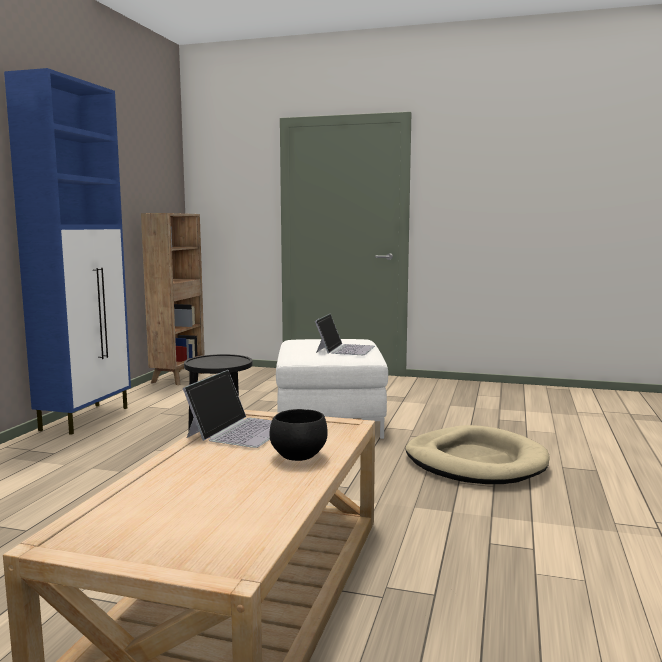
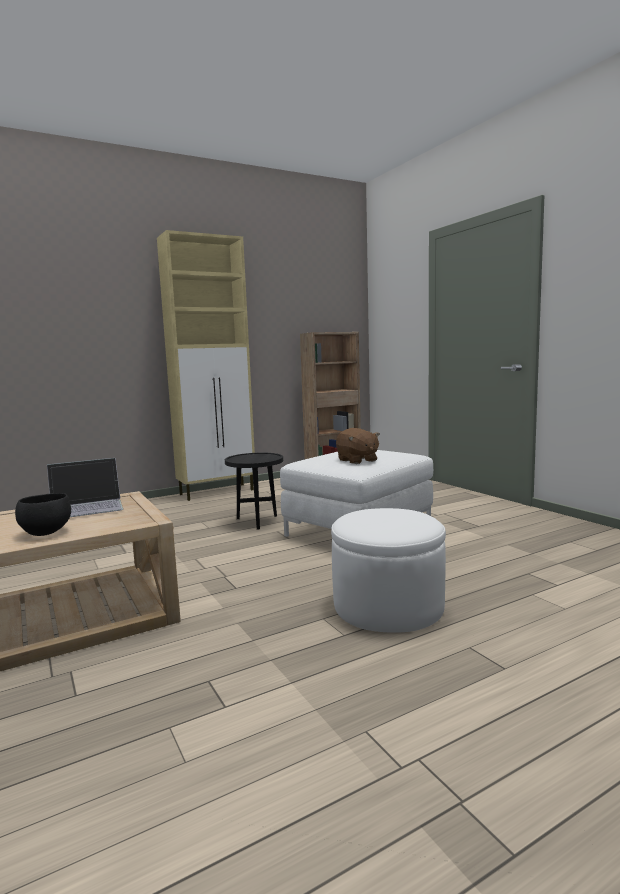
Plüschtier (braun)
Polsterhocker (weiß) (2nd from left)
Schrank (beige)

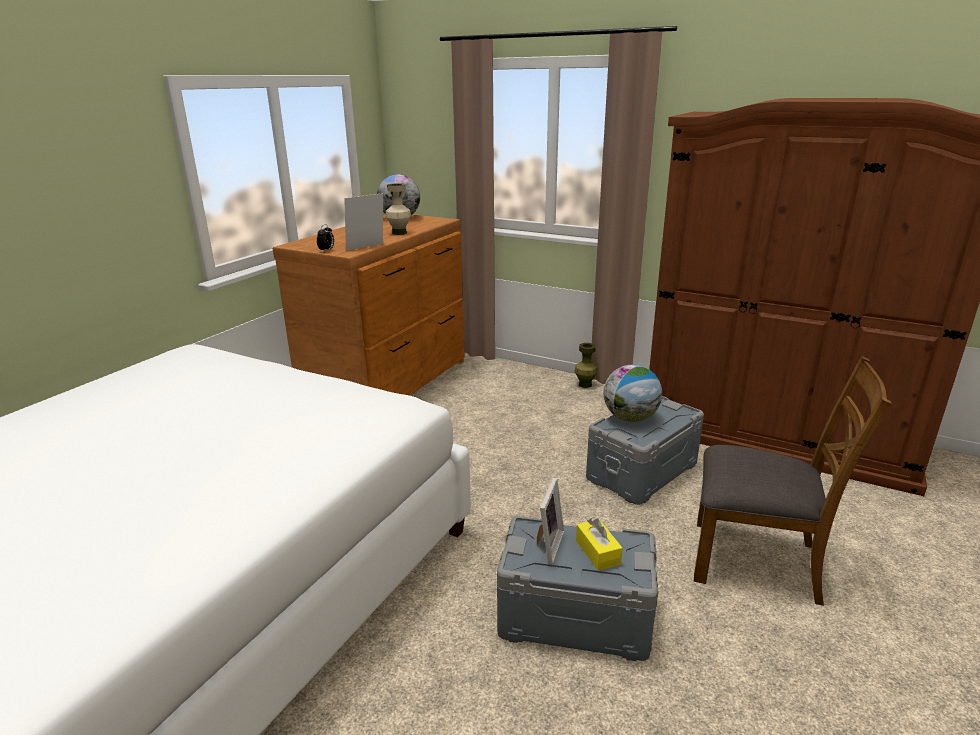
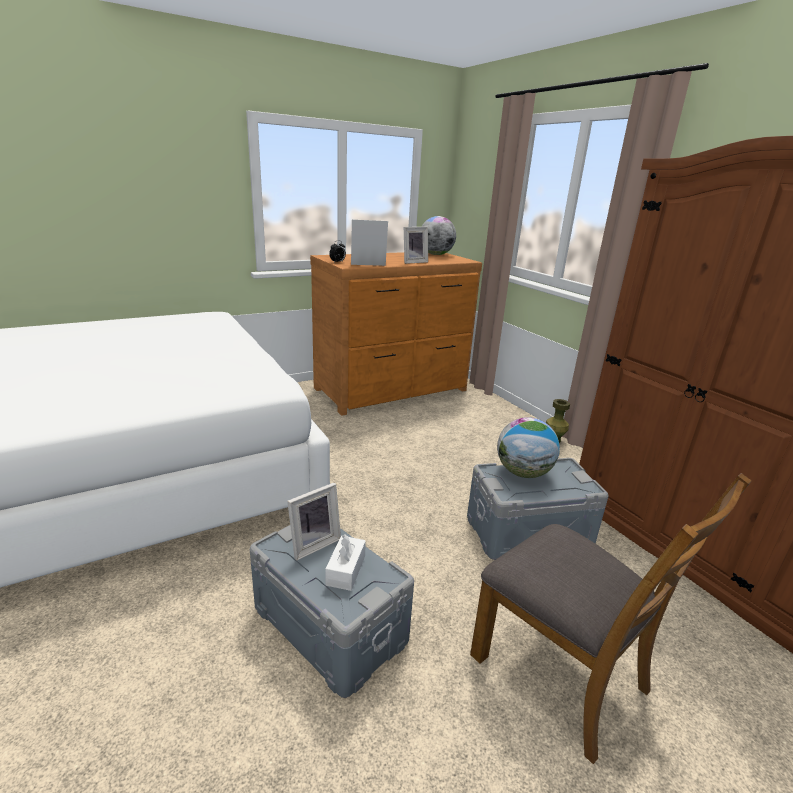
Bilderrahmen (3rd from left)
Taschentuchbox (weiß)

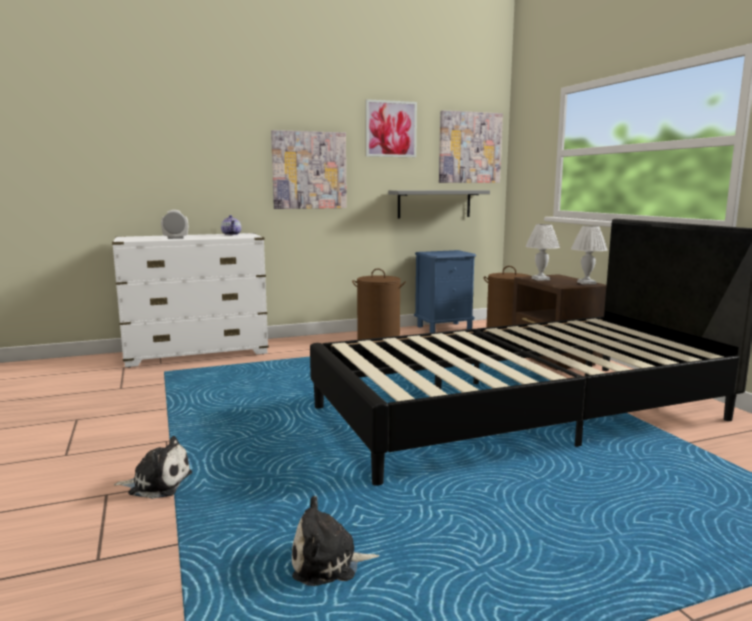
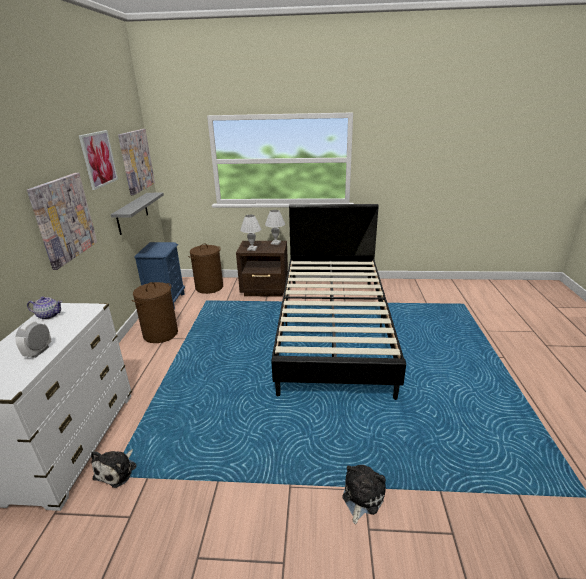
Plüschtier (1st from left)

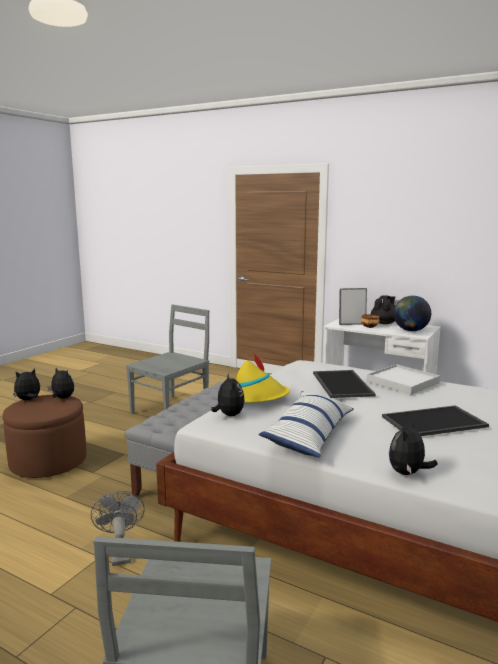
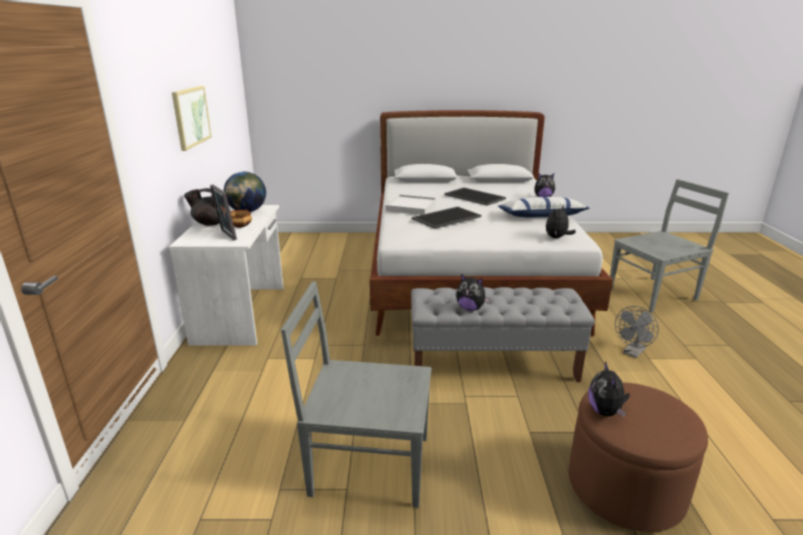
Hut (gelb)
Bild
Plüschtier (1st from left)

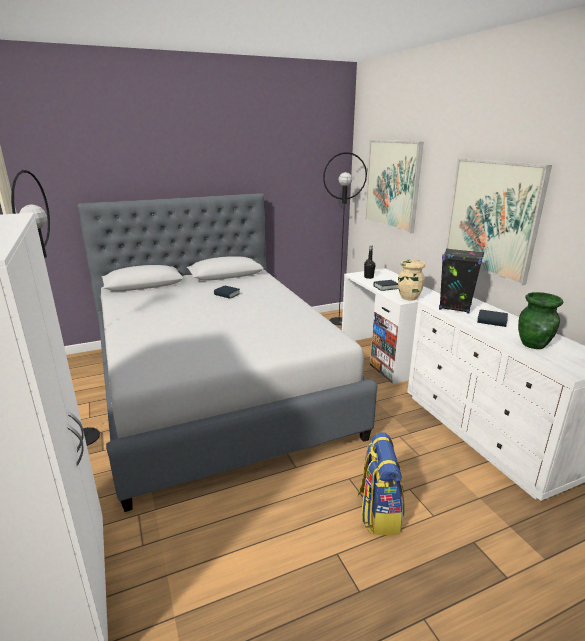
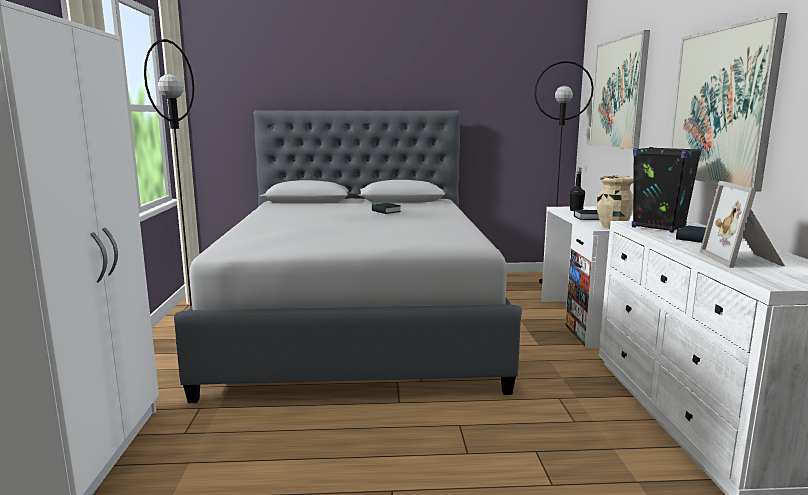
Rucksack
Bilderrahmen

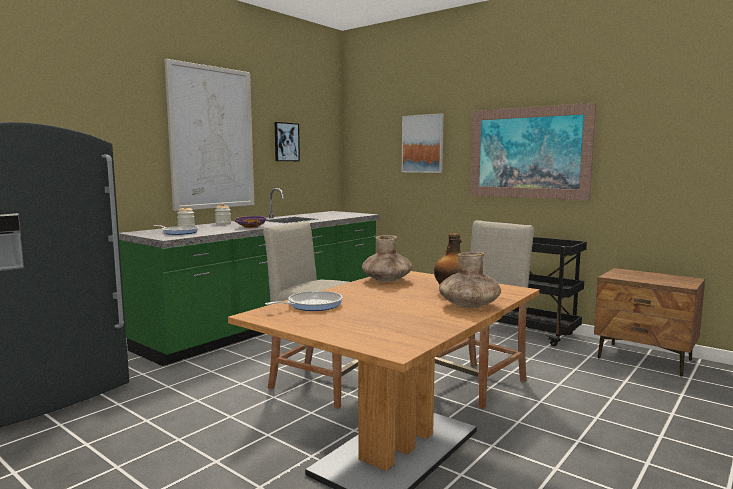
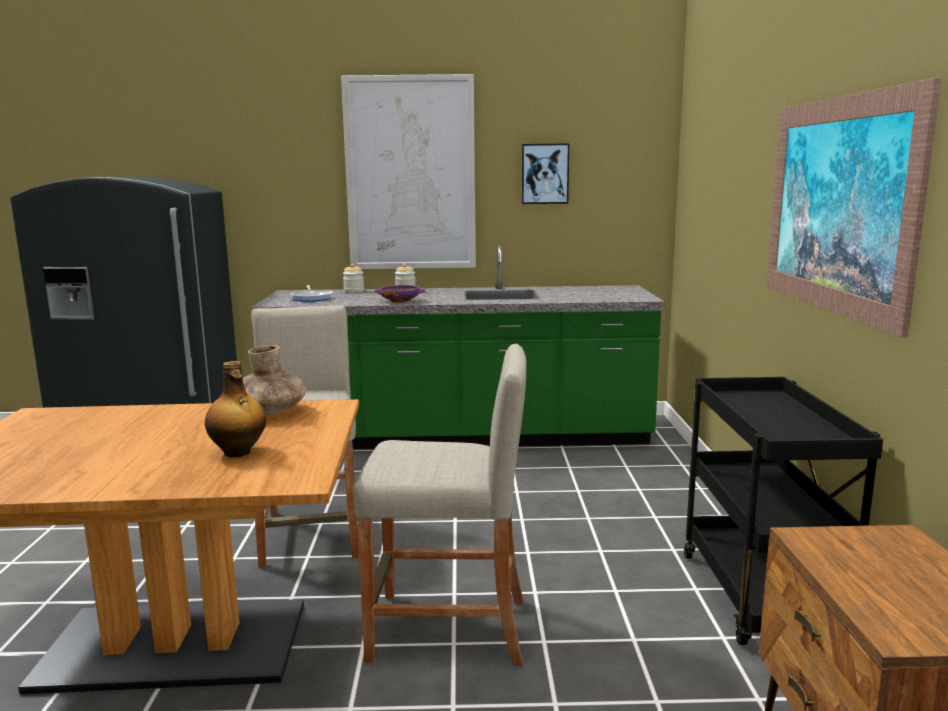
Pfanne (2nd from left in the first image)
Bild (3rd from left in the first image)
Vase (braun) (2nd from left in the first image)

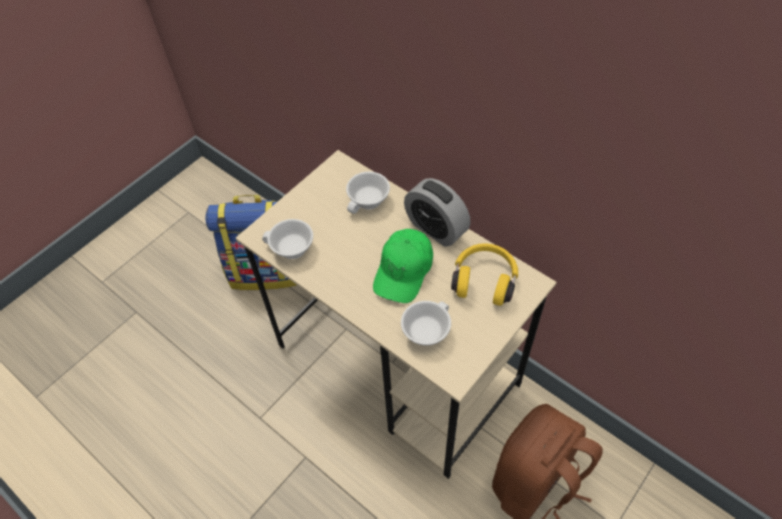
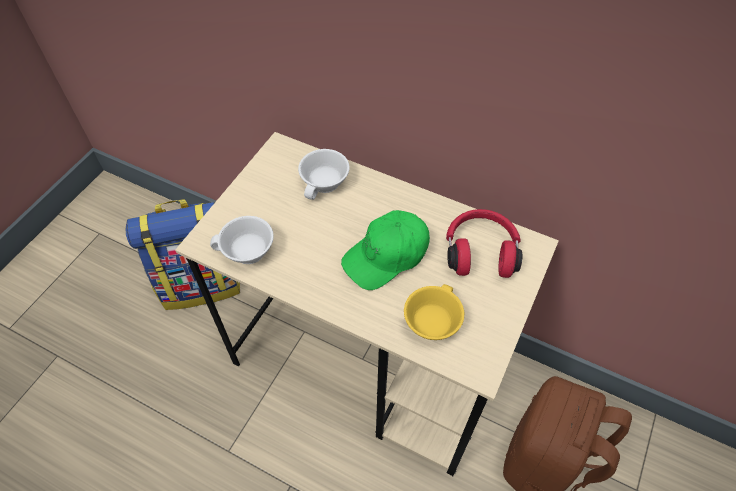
Wecker
Tasse (gelb)
Kopfhörer (rot)
Kappe (grün)

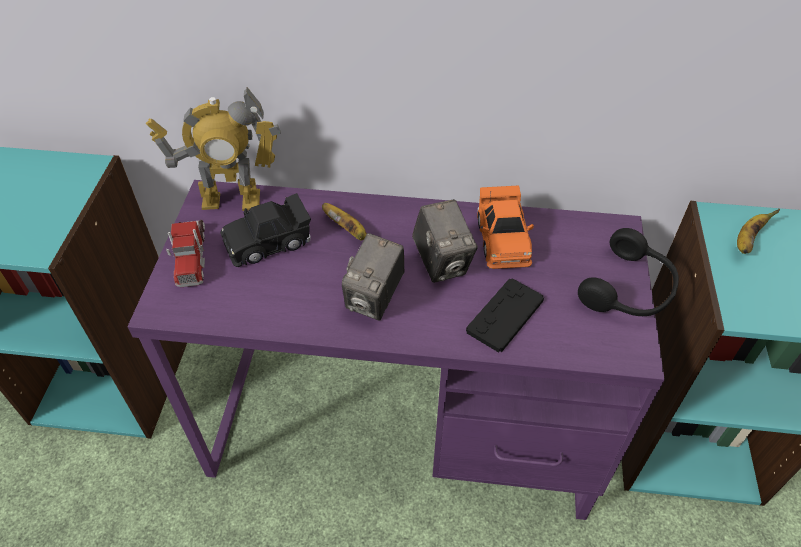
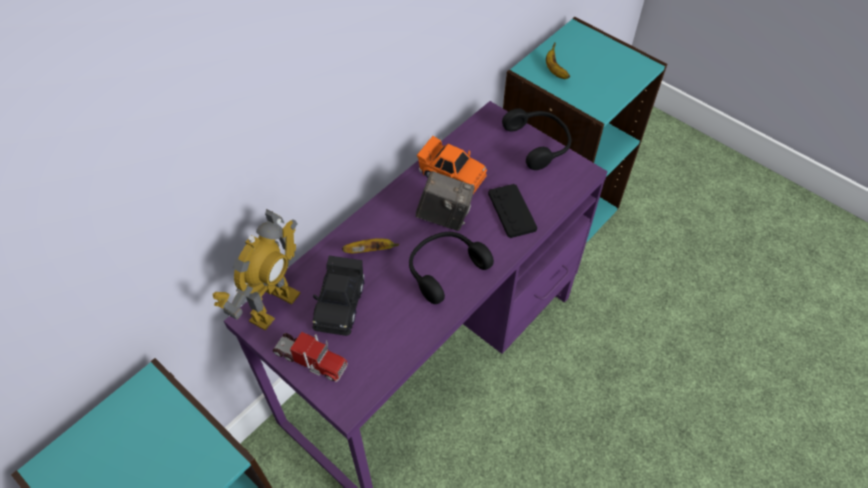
Kopfhörer (schwarz) (1st from left)

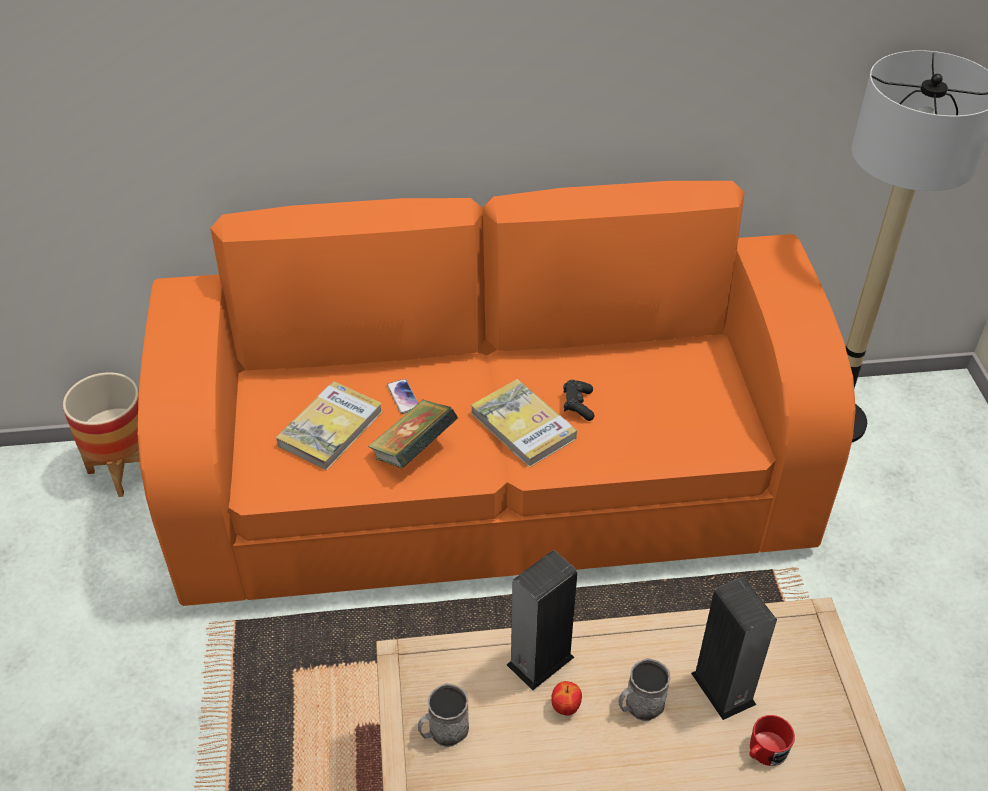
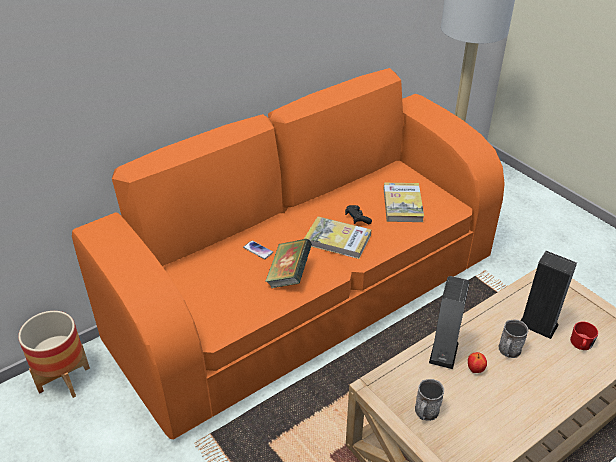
Buch (3rd from left)

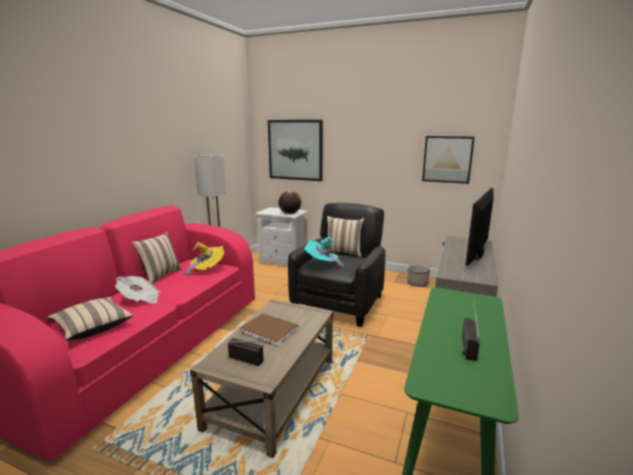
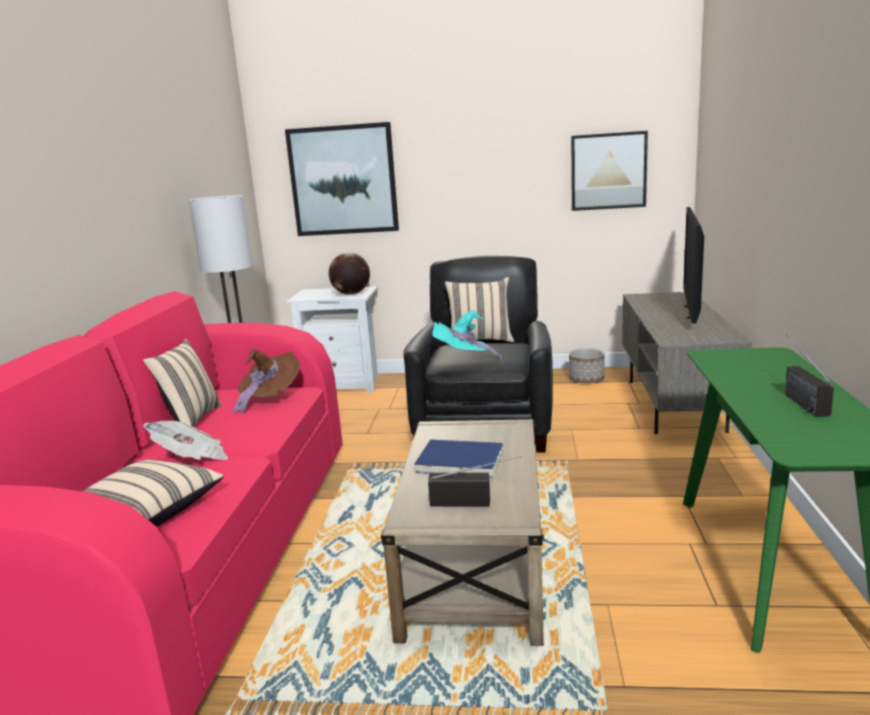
Hut (braun)
Buch (blau)

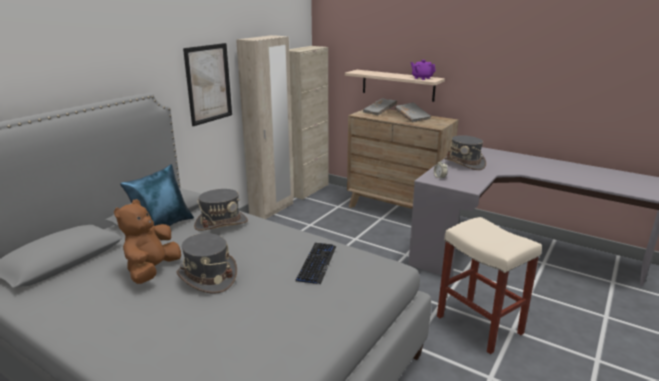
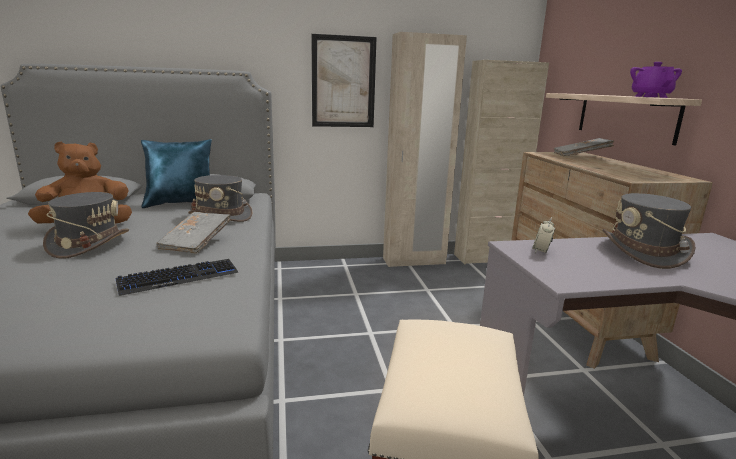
Buch (grau) (1st from left)

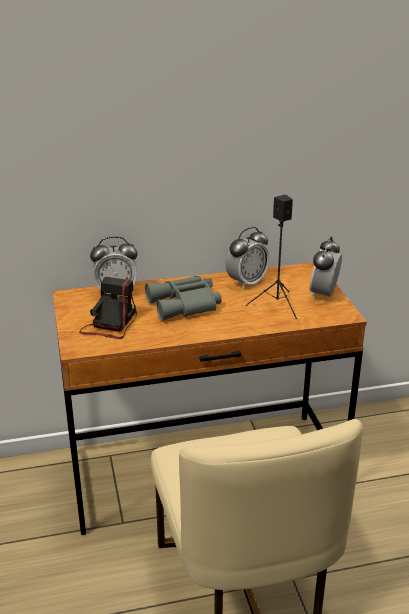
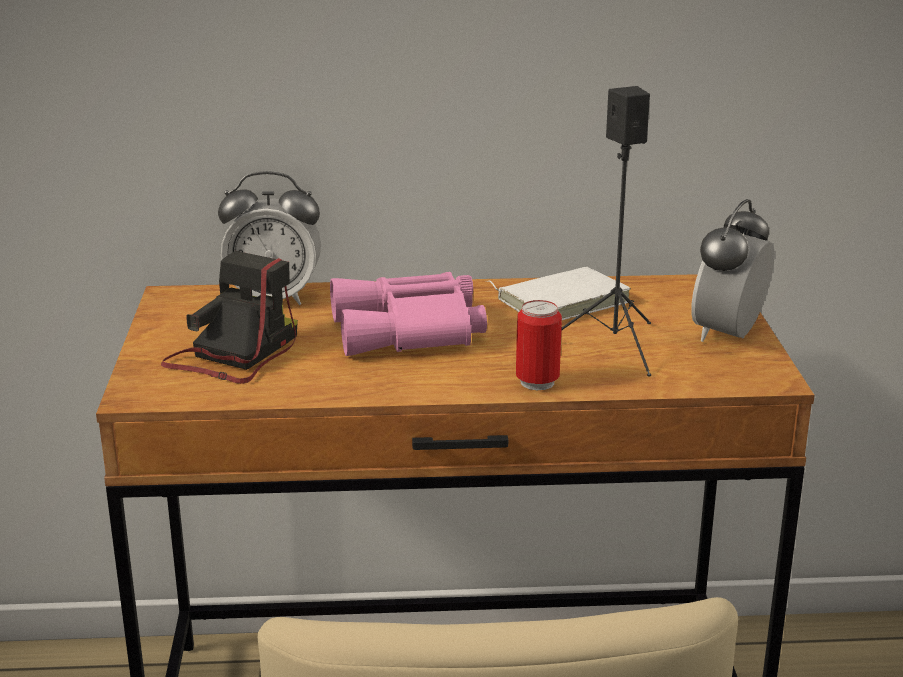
Dose
Buch (weiß)
Fernglas (rosa)

